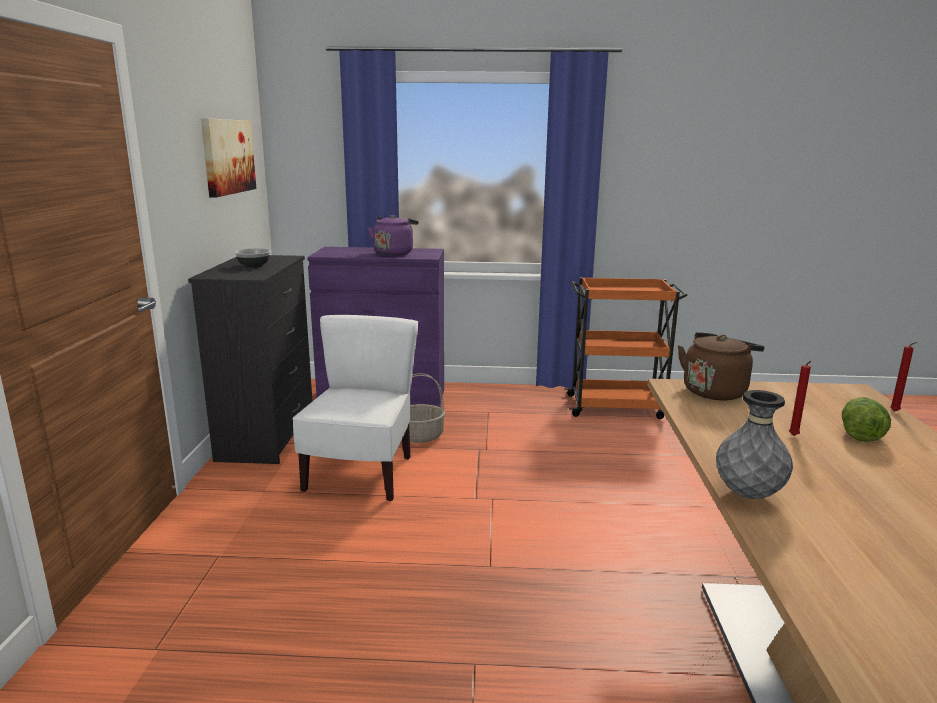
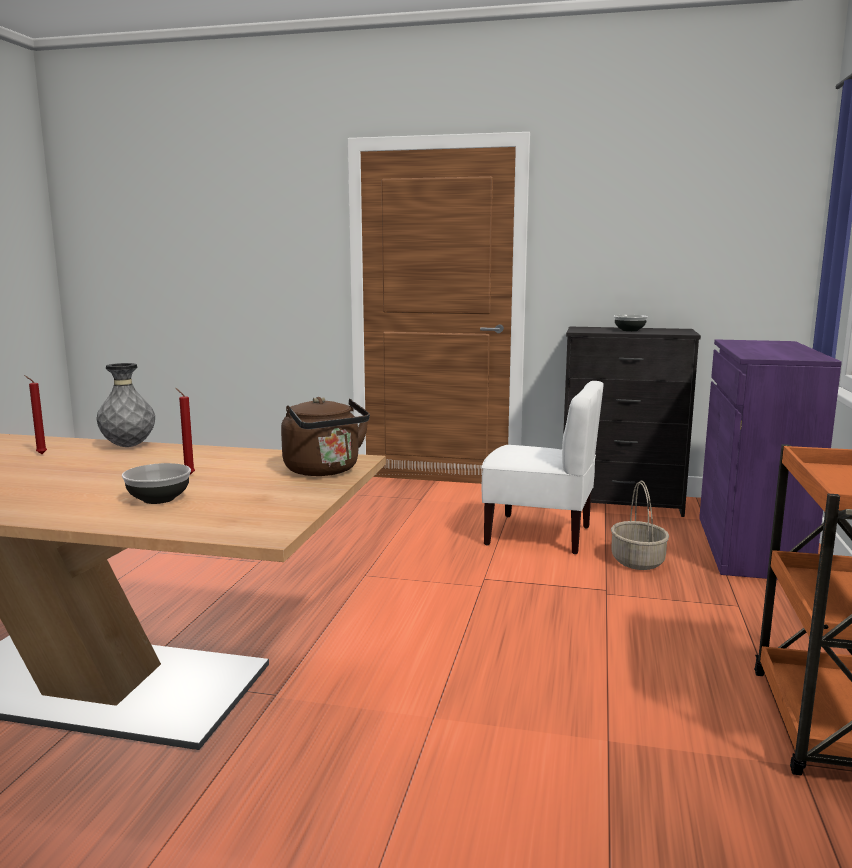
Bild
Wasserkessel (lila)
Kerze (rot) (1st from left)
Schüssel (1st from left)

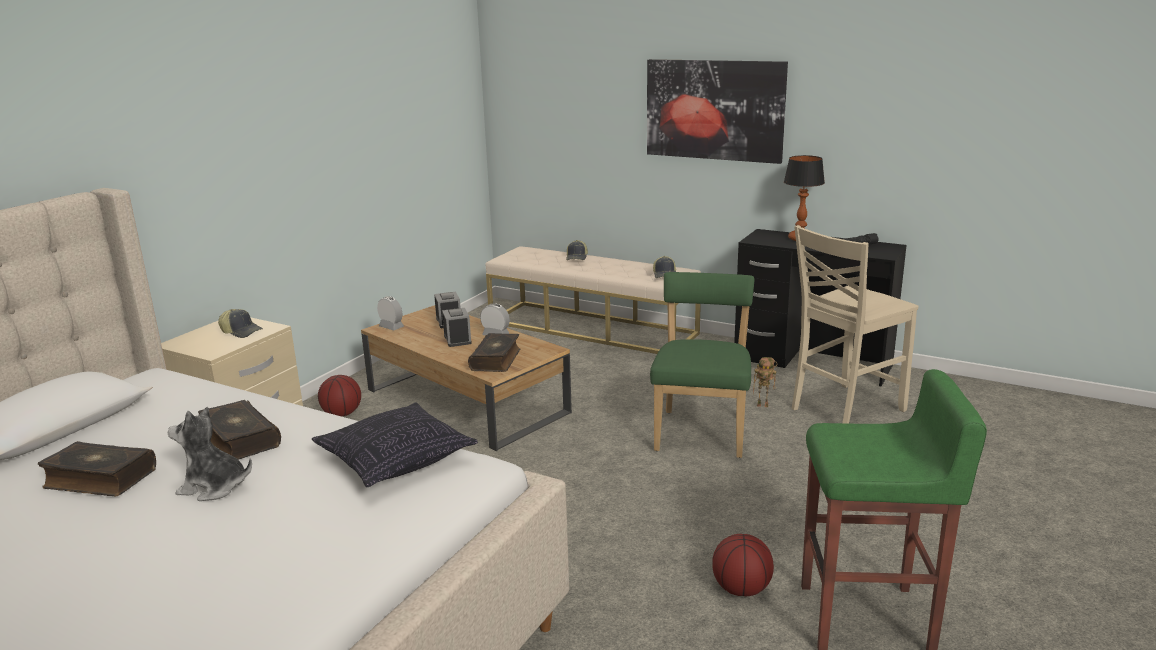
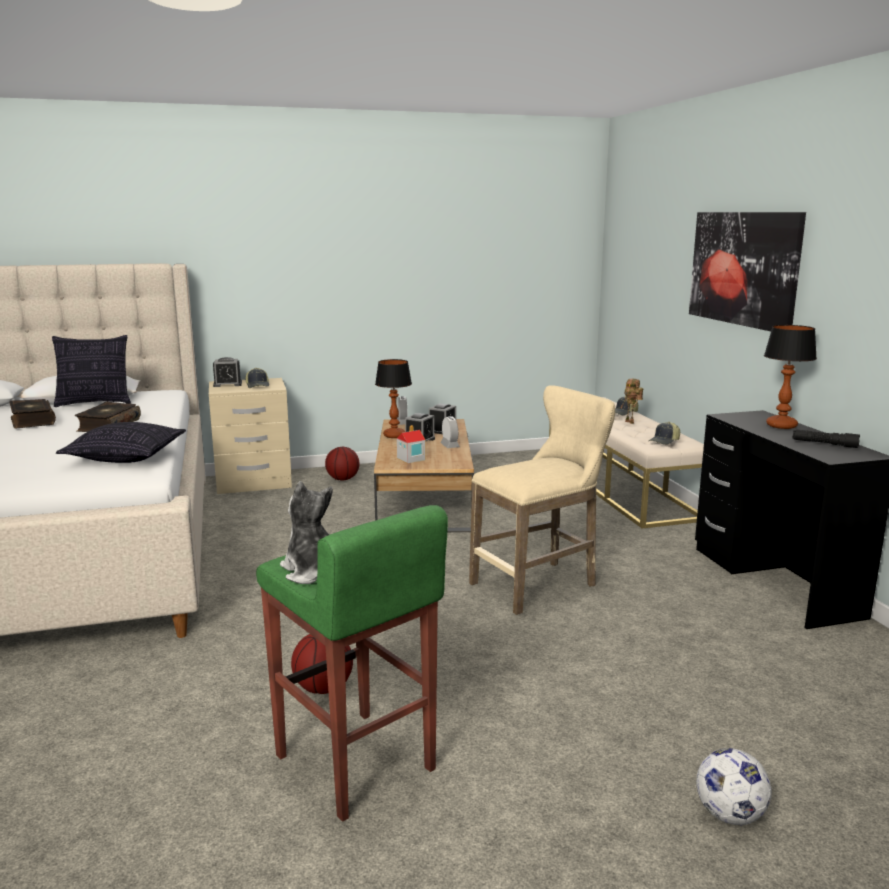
Stuhl (beige)
Kissen (1st from left)
Wecker (1st from left)
Tischlampe (1st from left)
Fußball
Plüschtier
Spielzeugroboter
Spielzeughaus
Hocker (beige)

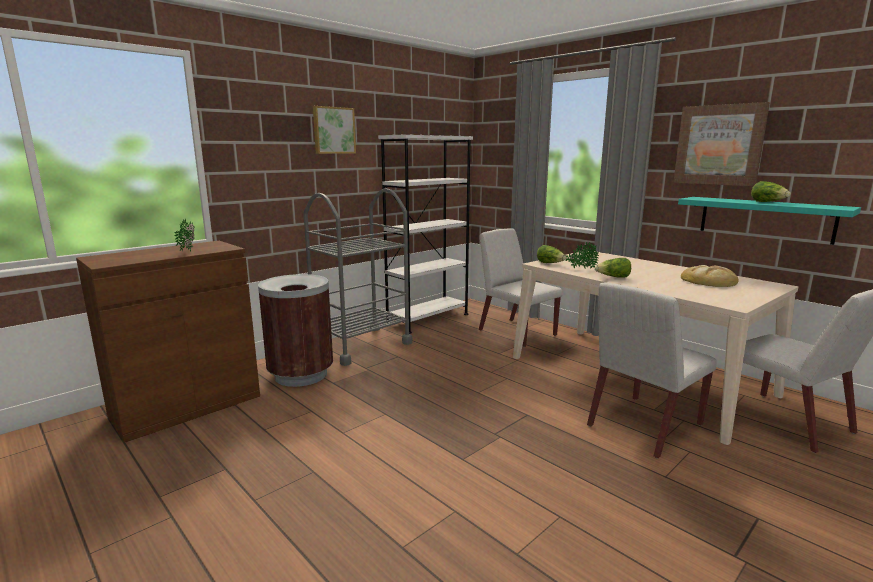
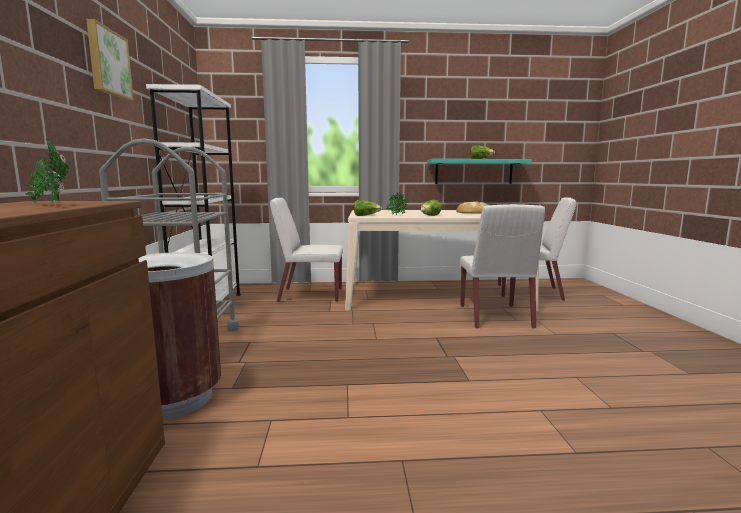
Bild (2nd from left in the first image)

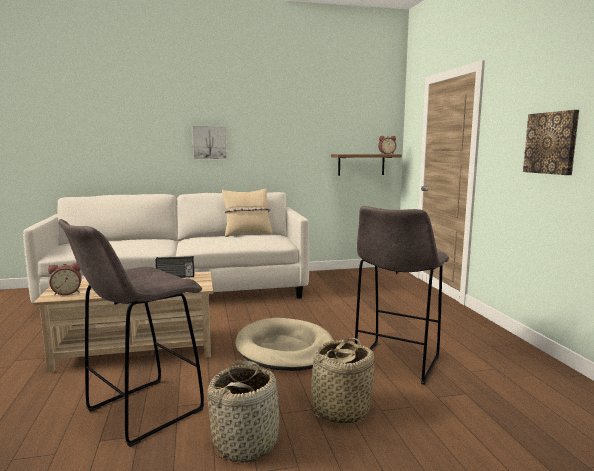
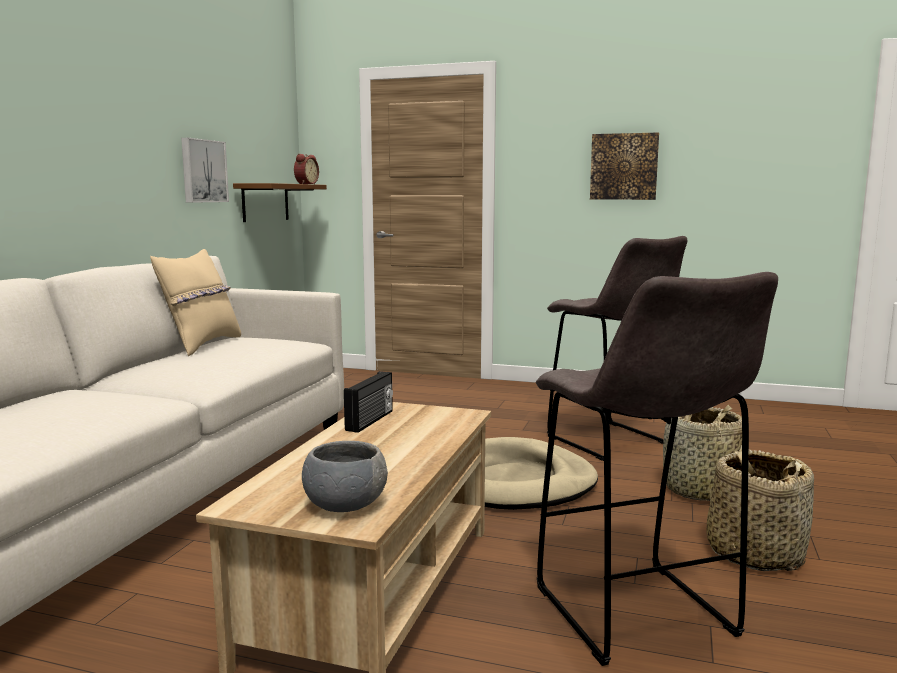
Bild (1st from left)
Schüssel (grau)

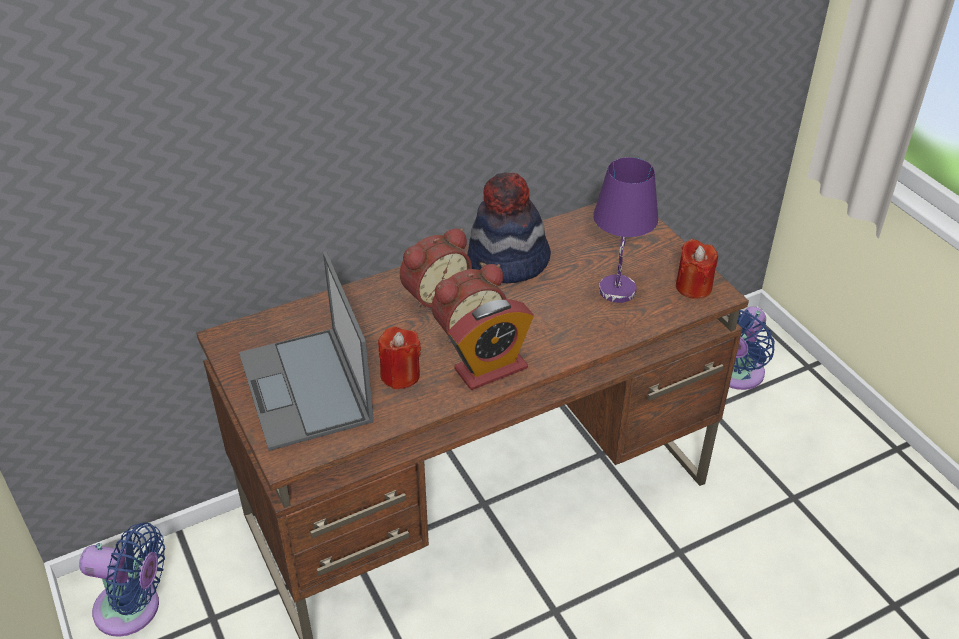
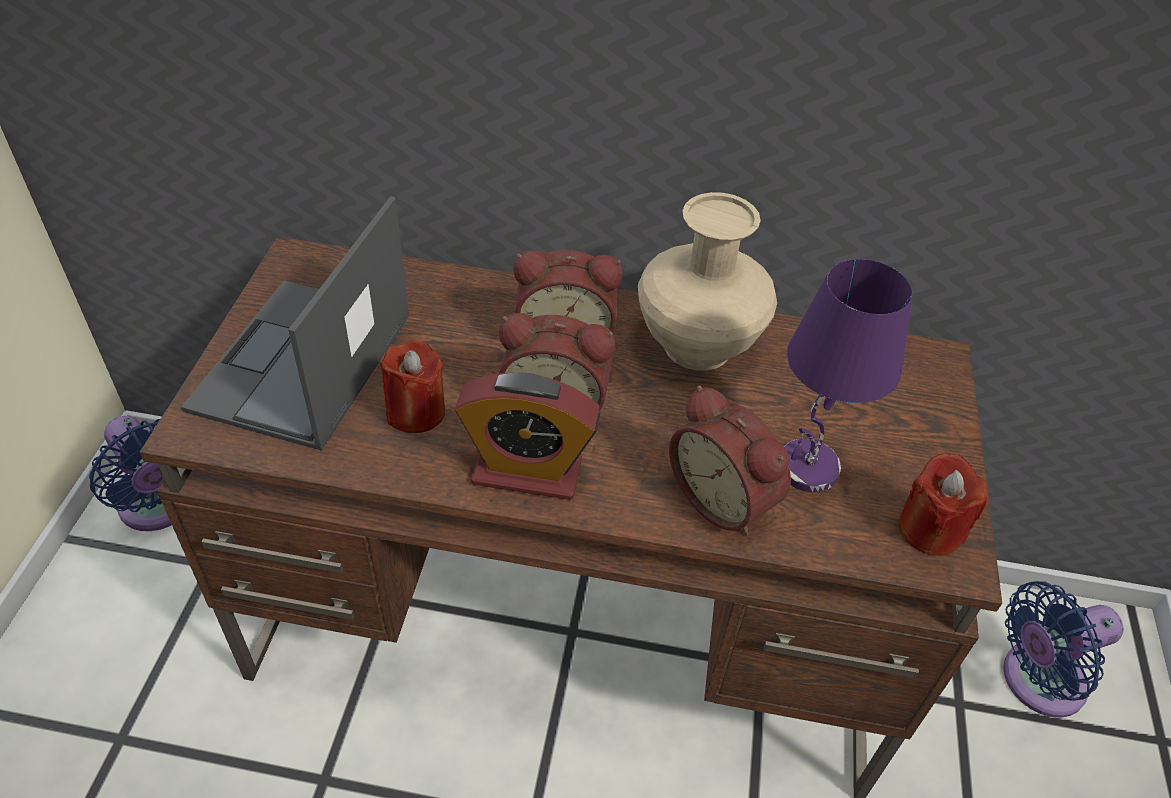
Wecker (4th from left)
Vase (beige)

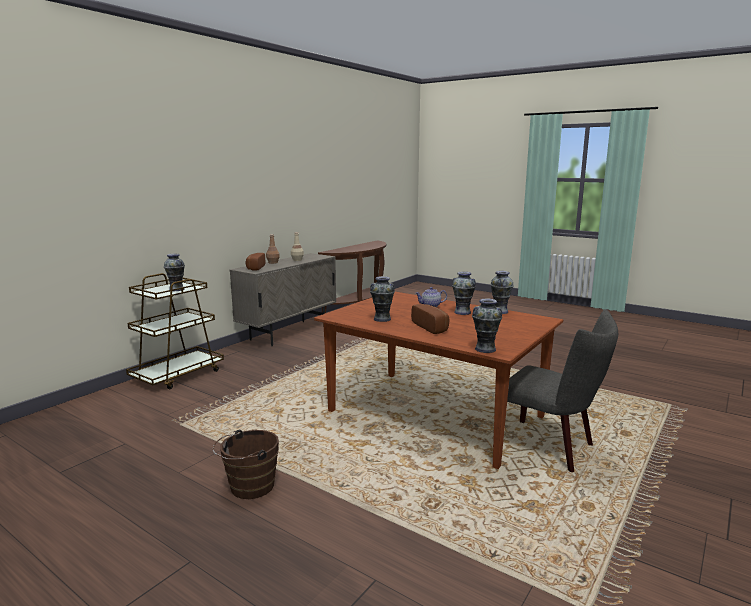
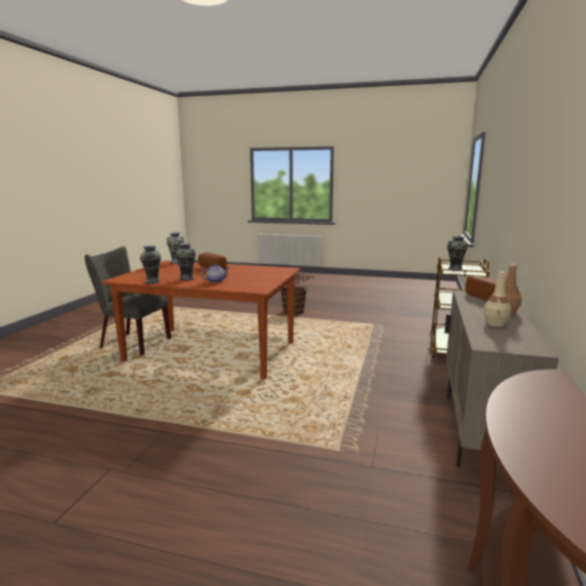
Vase (2nd from left in the first image)

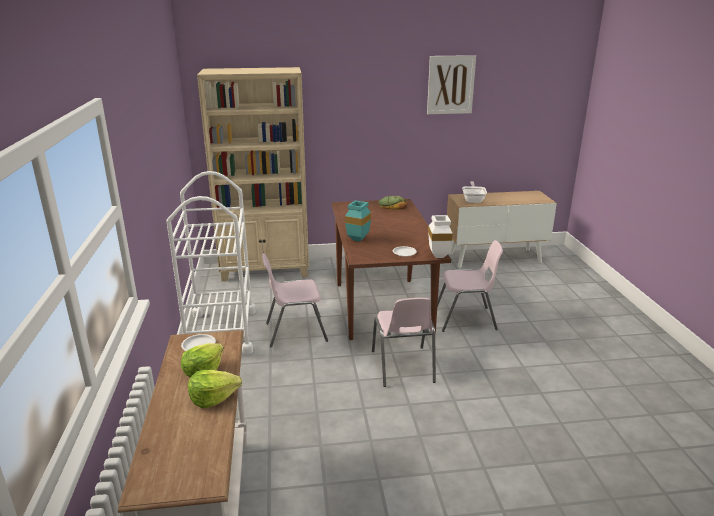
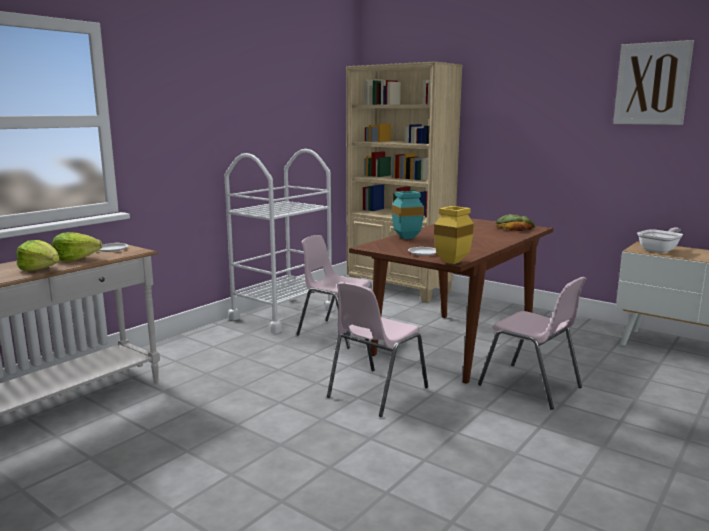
Vase (gelb)

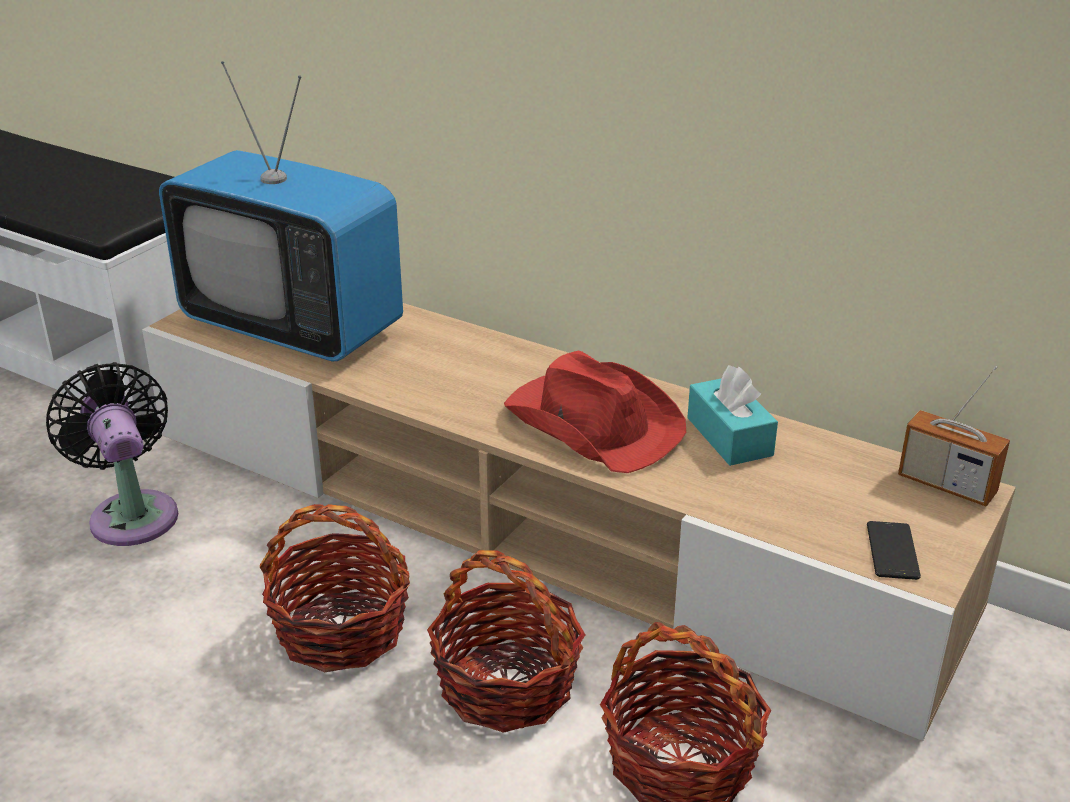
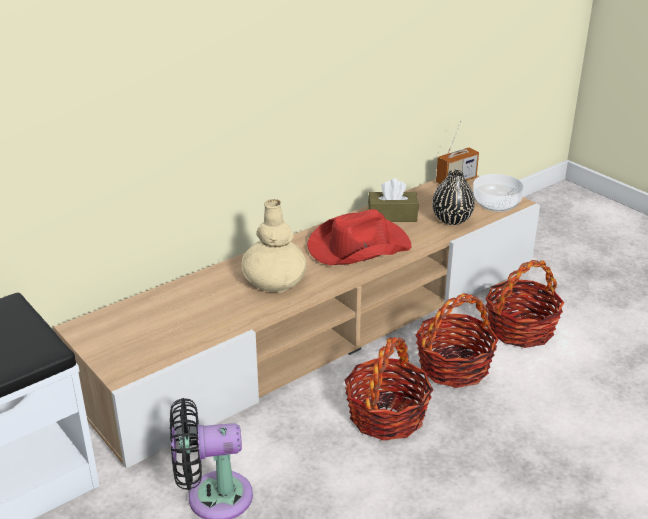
Fernseher
Vase (beige)
Vase (schwarz)
Schüssel
Taschentuchbox (braun)

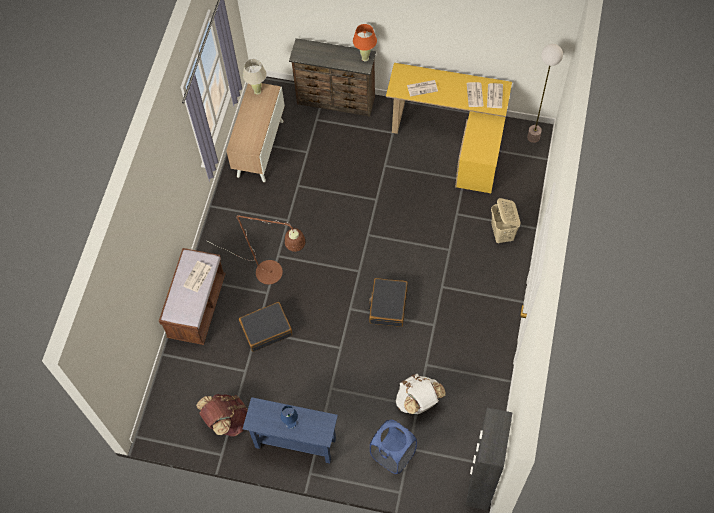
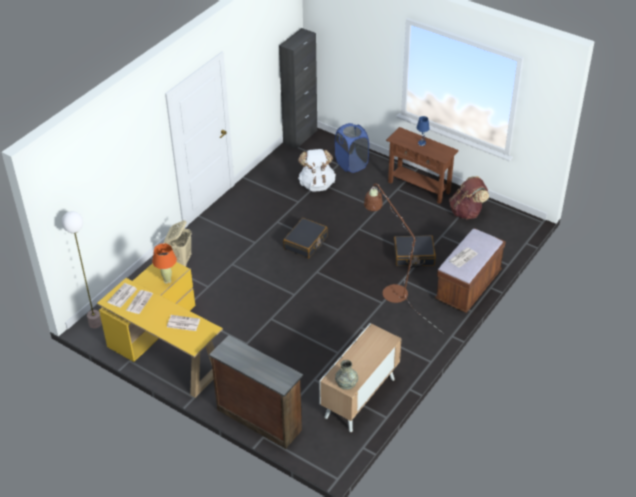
Tischlampe (orange)
Vase (grau)
Konsolentisch (braun)

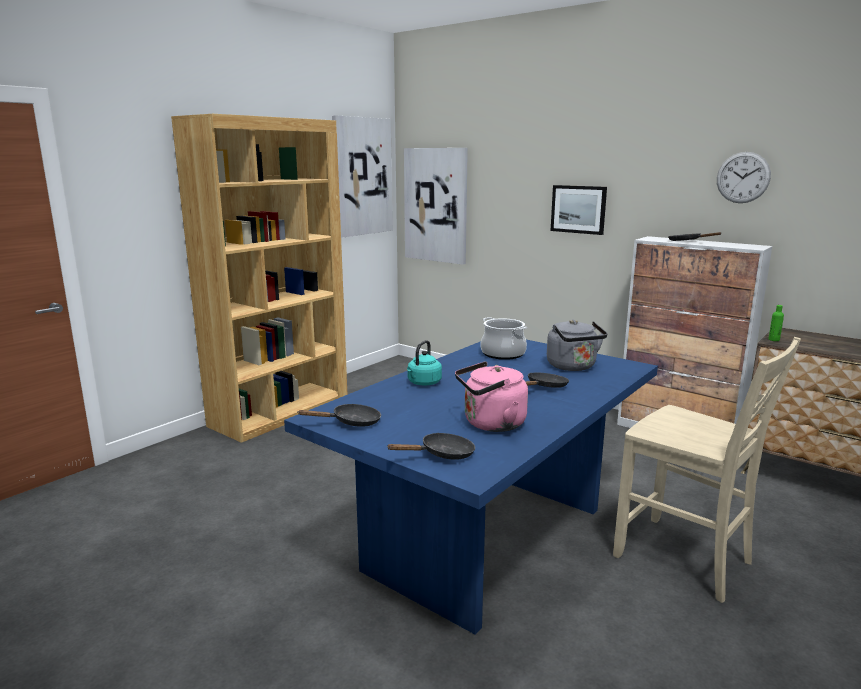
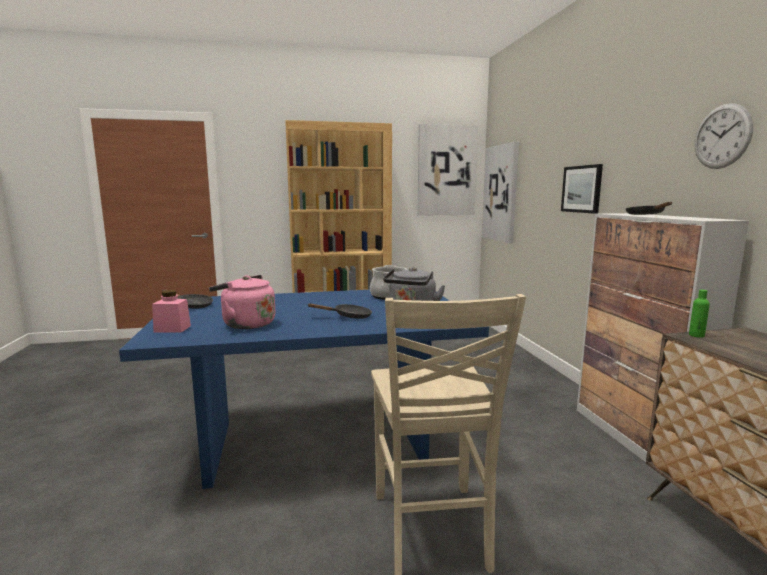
Wasserkessel (türkis)
Vorratsglas (rosa)

